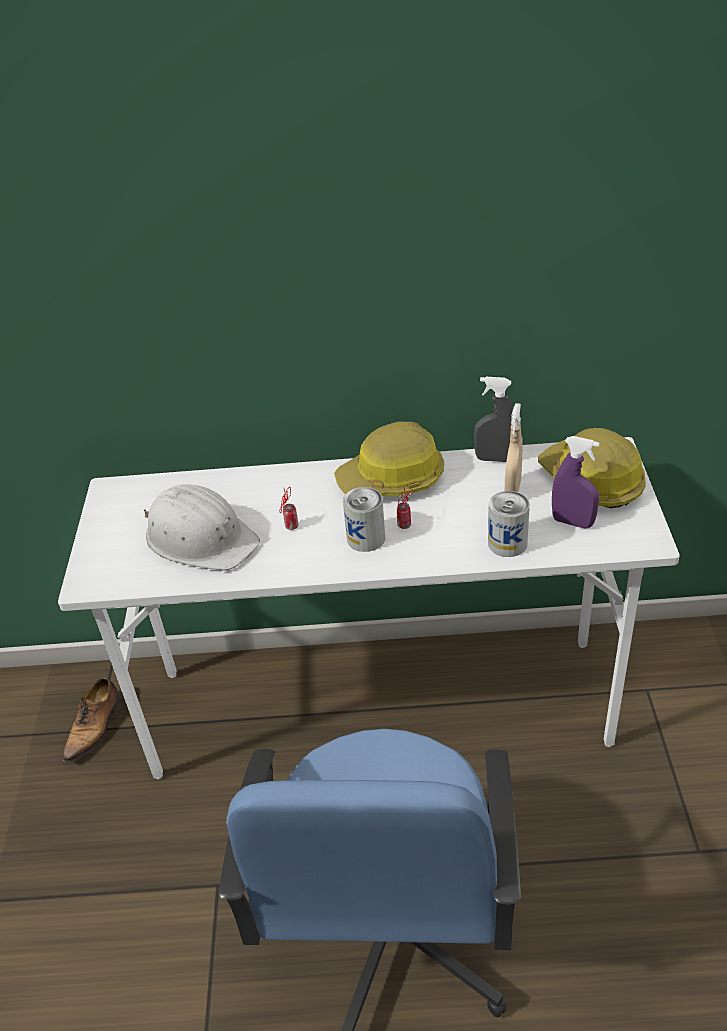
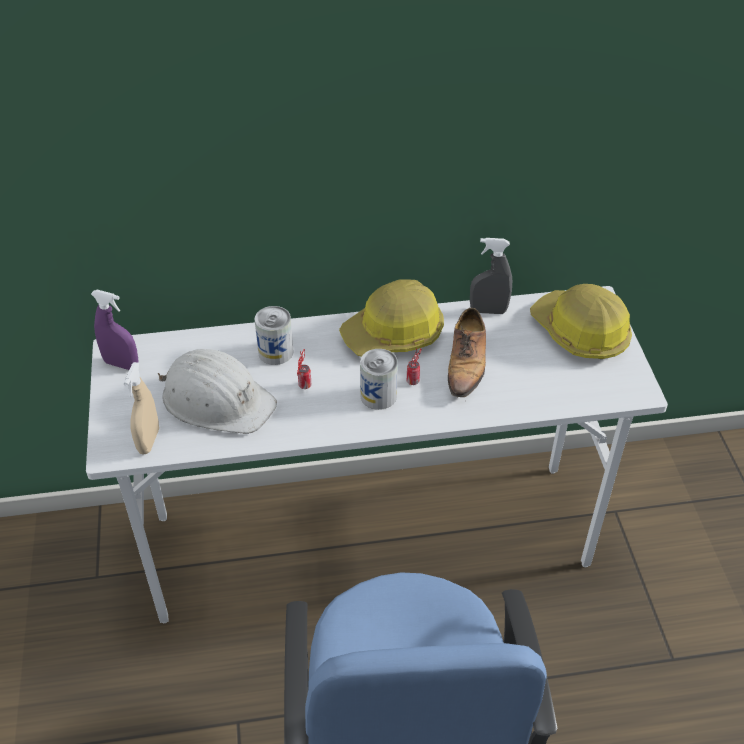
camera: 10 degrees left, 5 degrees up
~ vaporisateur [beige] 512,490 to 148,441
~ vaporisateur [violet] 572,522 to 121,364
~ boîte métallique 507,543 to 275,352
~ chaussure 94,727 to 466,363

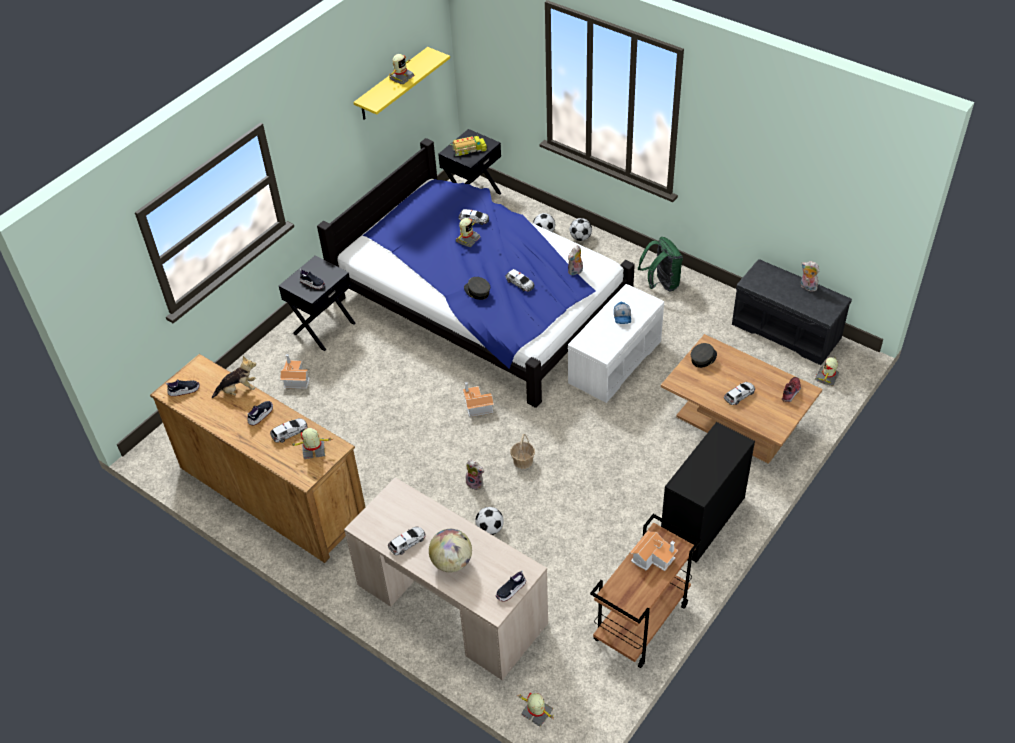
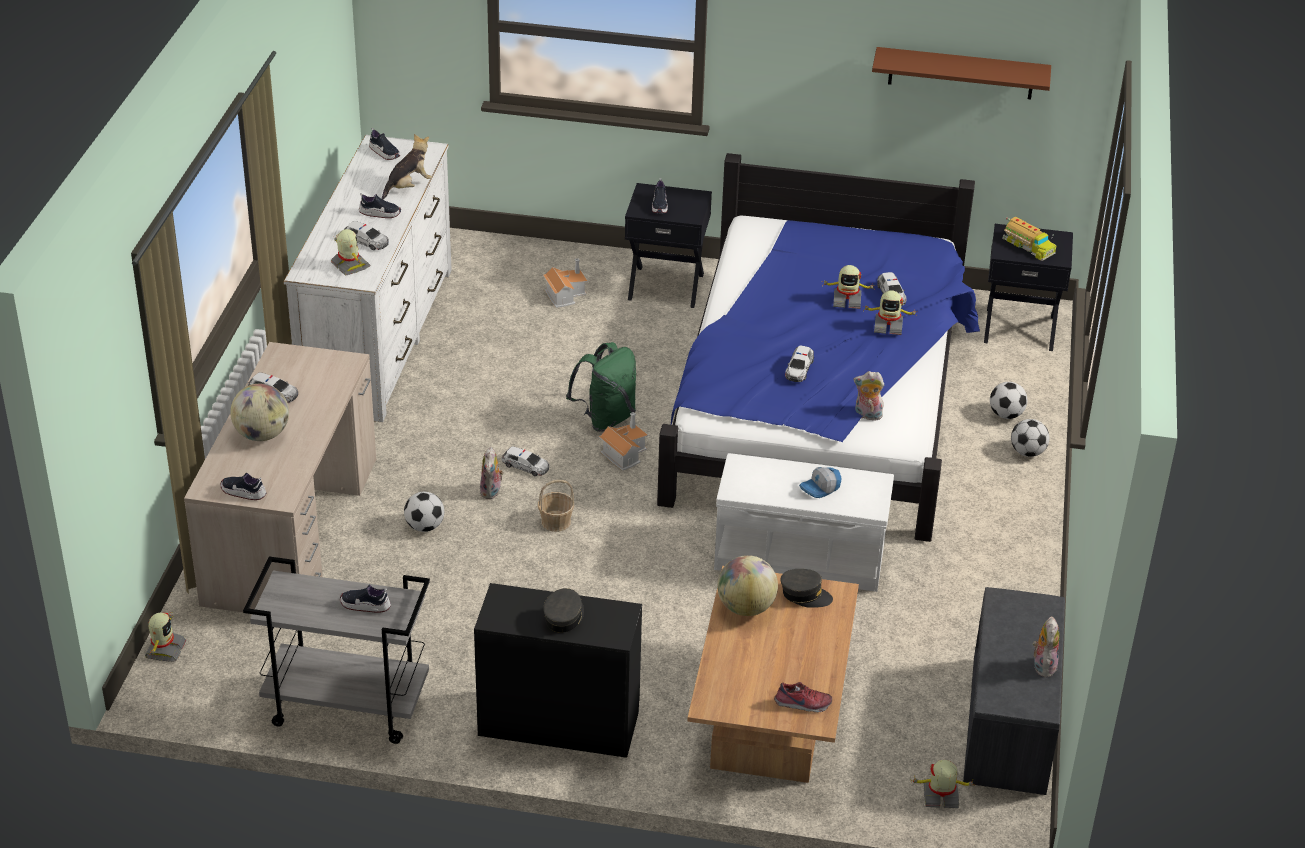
camera: 60 degrees right, 10 degrees down
~ étagère [jaune] 392,84 to étagère [marron] 961,73
~ robot jouet 401,77 to 888,326
~ sac à dos [vert] 661,284 to 605,418
~ casquette [gris] 477,292 to 564,616
~ commode [marron] 272,492 to commode [blanc] 378,337
~ peluche 238,390 = 408,187 90 degrees counterclockwise
~ petite voiture 739,395 to 526,466
~ chariot [marron] 641,624 to chariot [gris] 345,707
~ maison miniature 653,557 to chaussure 365,605
+ globe 746,607

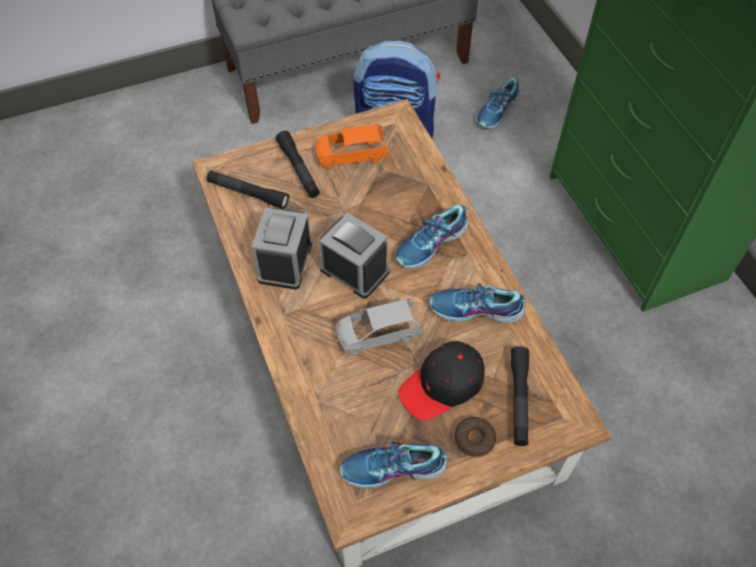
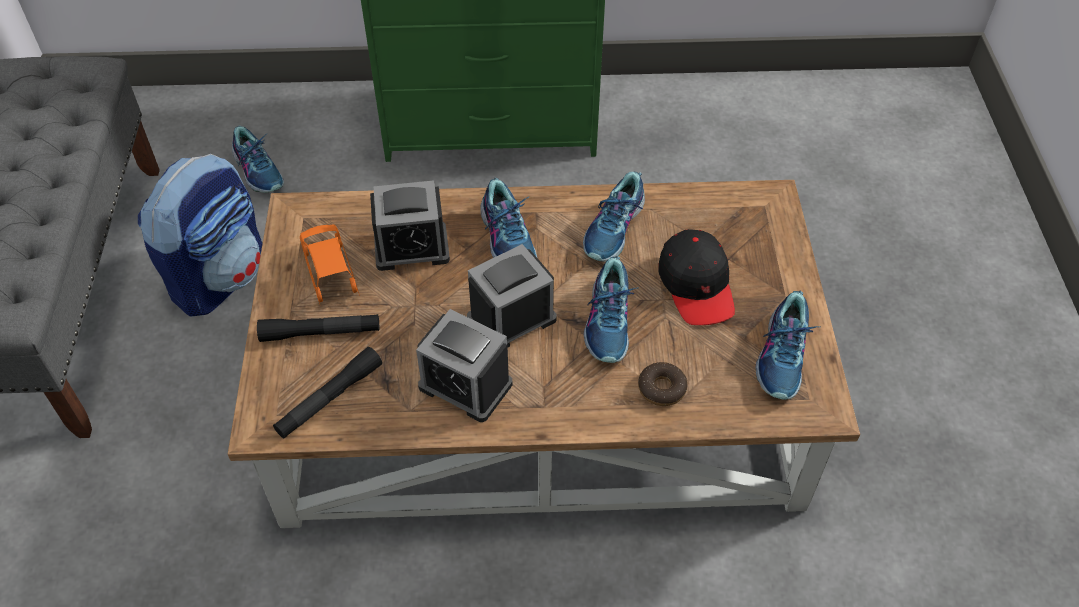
camera: 70 degrees left, 5 degrees down
~ petite voiture [orange] 351,155 = 330,272 150 degrees clockwise
~ petite voiture [gris] 378,333 to chaussure 609,322
- lampe de poche [noir] 519,399
~ beignet 474,439 to 661,388
+ réveil 411,247

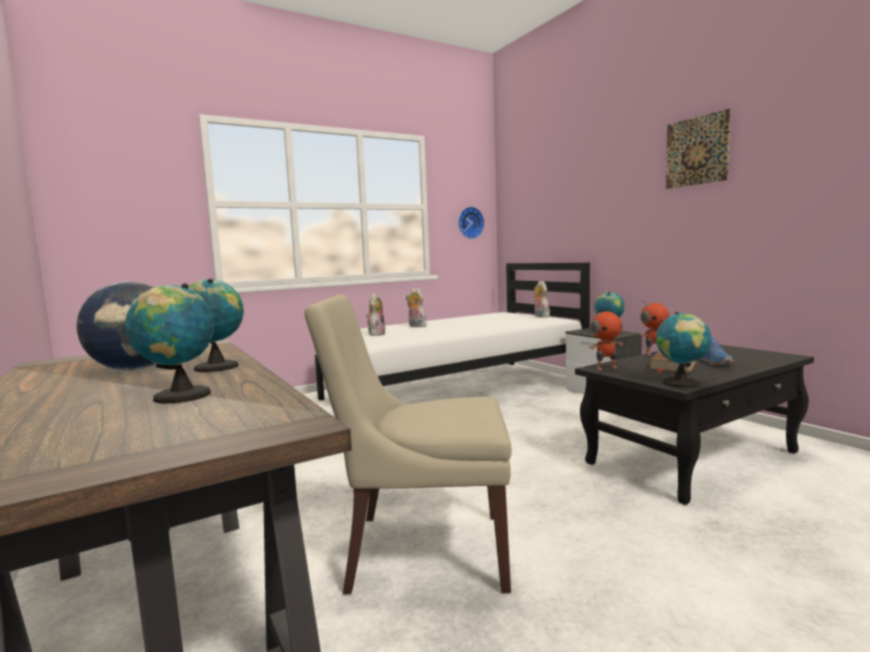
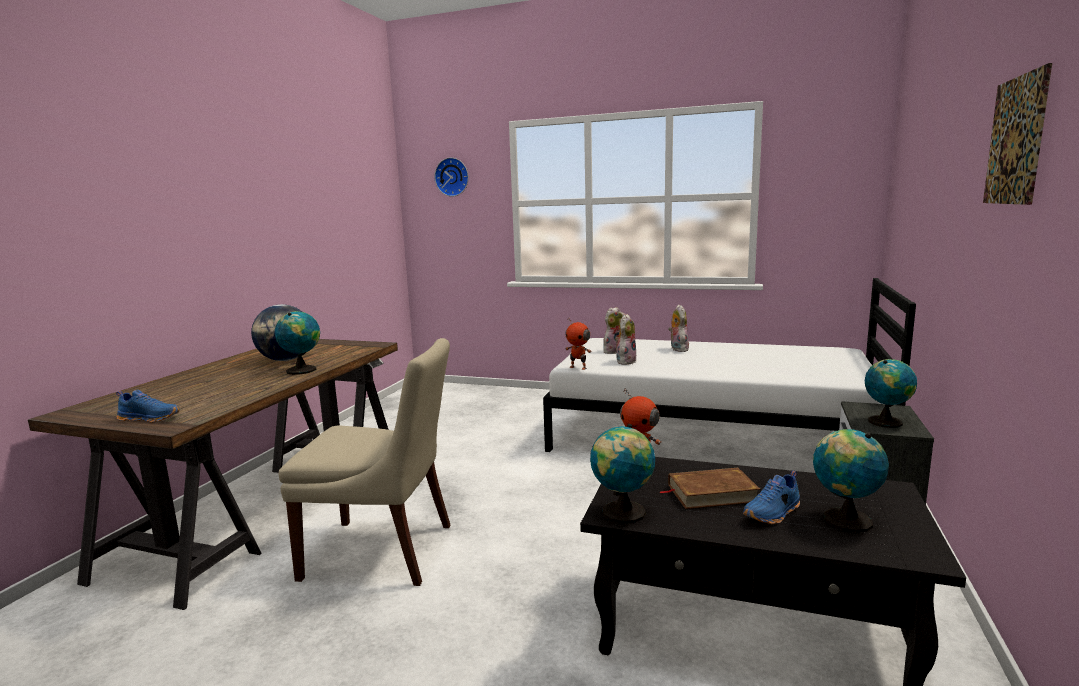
camera: 50 degrees right, 5 degrees up
~ horloge murale 469,223 to 452,177
~ peluche 540,316 to 625,361
~ globe 178,396 to 843,520
~ chaise [beige] 421,551 = 384,552 135 degrees clockwise
~ robot jouet 653,353 to 578,367
+ chaussure [bleu] 150,418

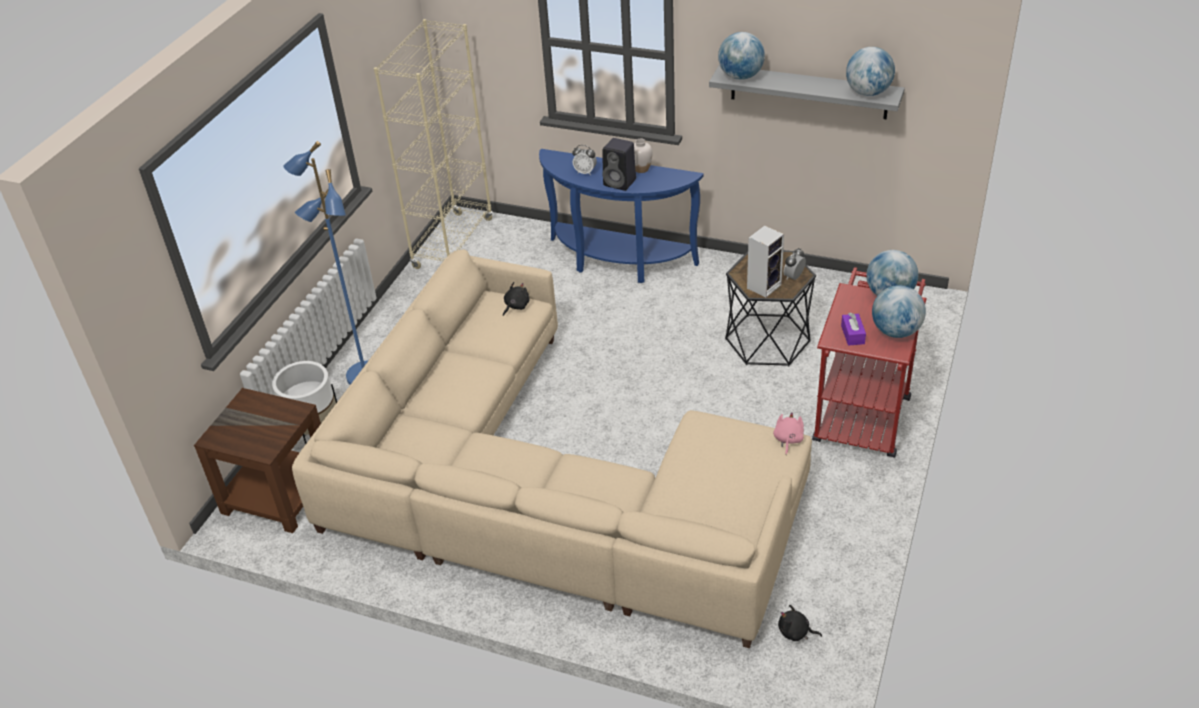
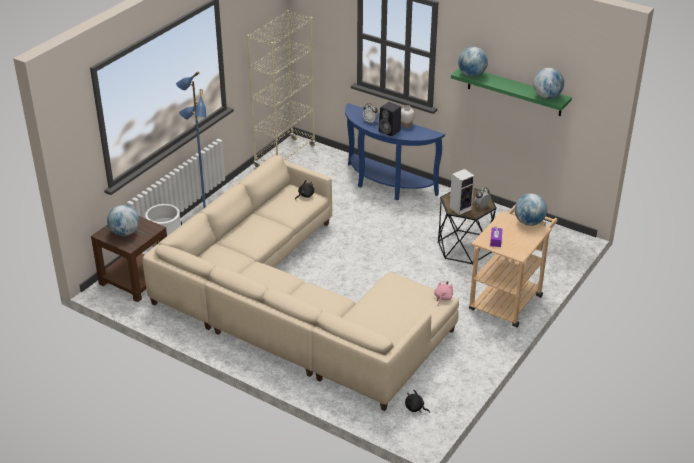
camera: 10 degrees right, 5 degrees down
~ étagère [gris] 808,92 to étagère [vert] 514,91
~ chariot [rouge] 863,411 to chariot [beige] 508,298
~ globe 895,331 to 125,233

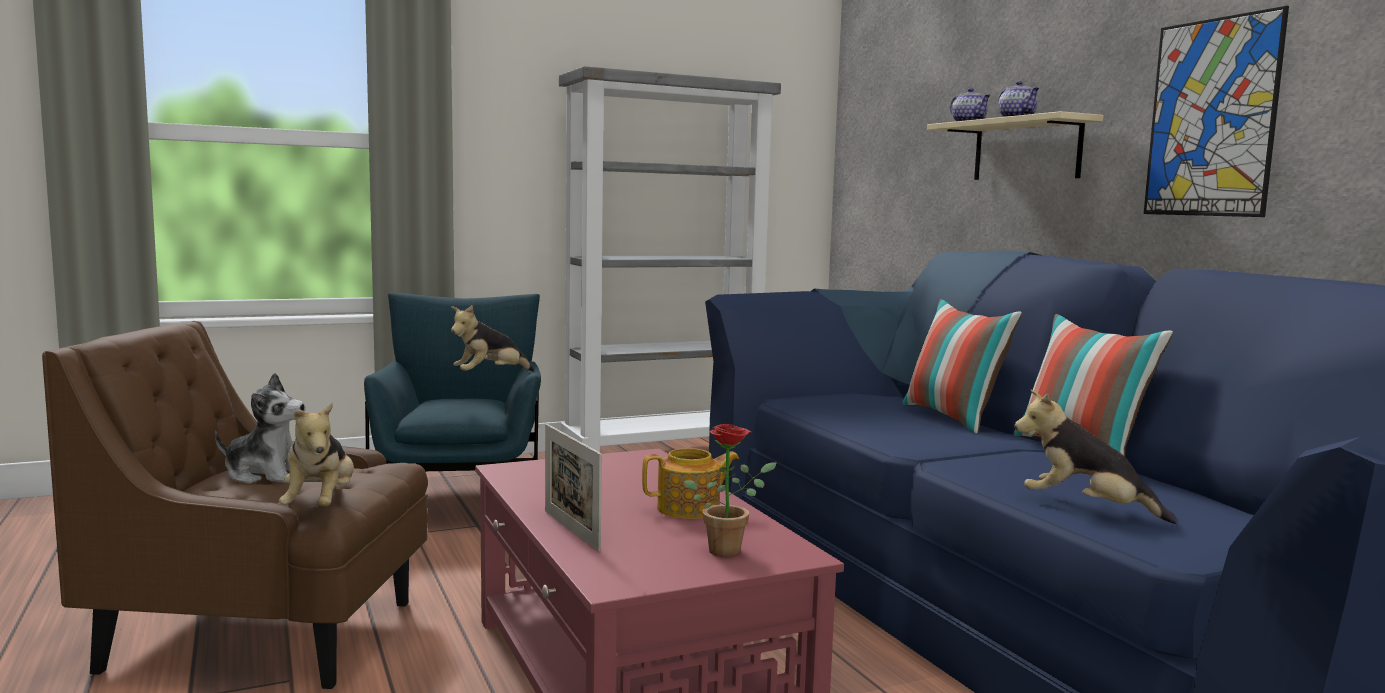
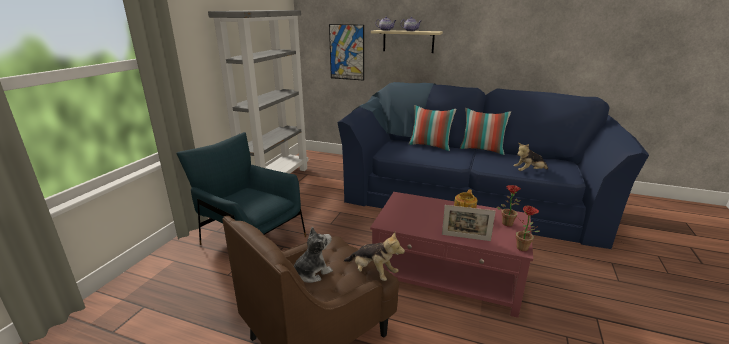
camera: 45 degrees left, 15 degrees up
~ tableau 1211,118 to 347,52
- peluche 490,375
+ plante en pot 524,249

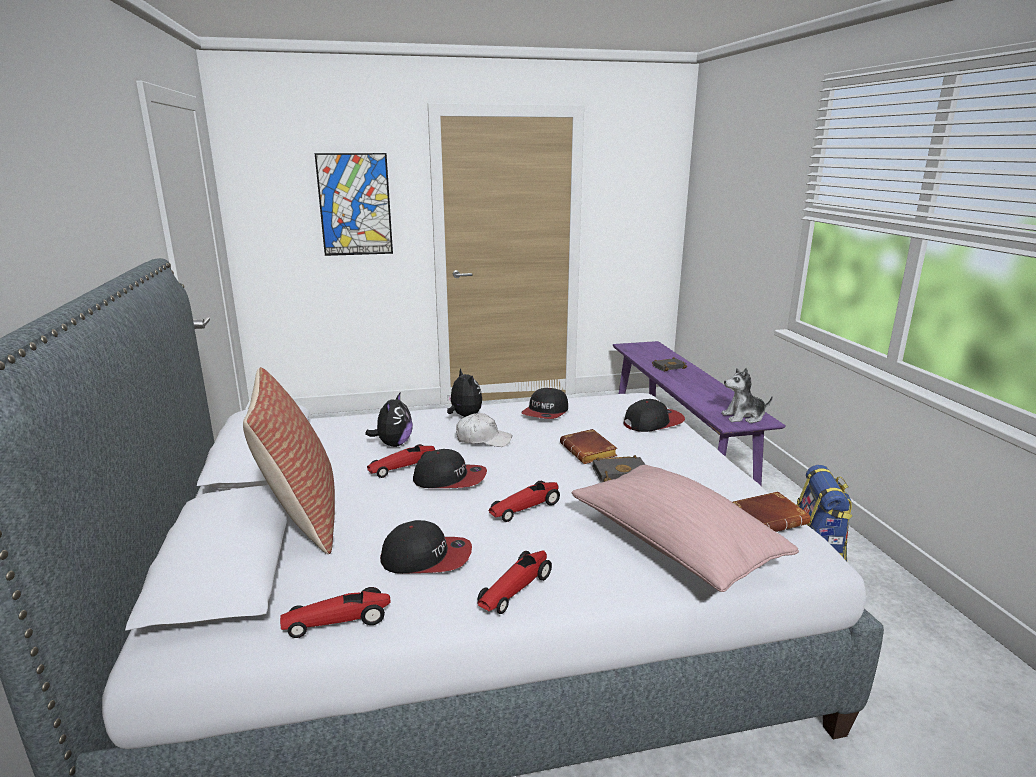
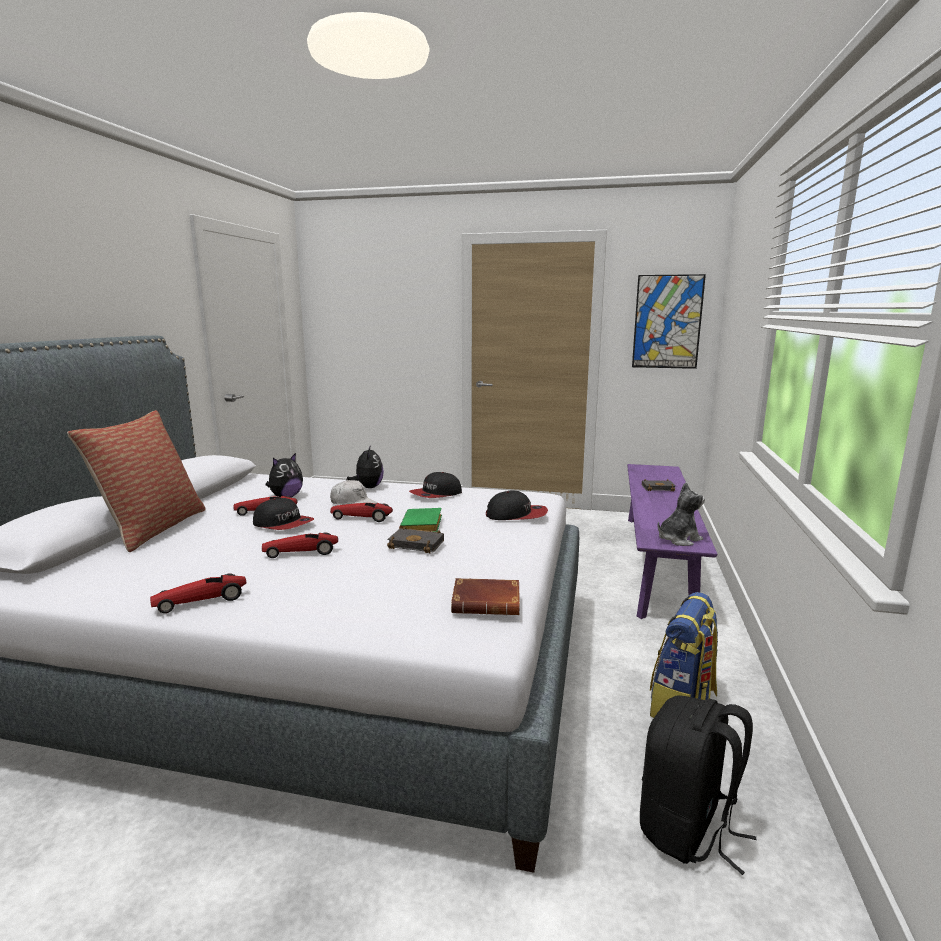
camera: 25 degrees right, 5 degrees down
~ tableau 355,205 to 667,322
~ peluche 744,417 = 678,539 135 degrees clockwise
~ livre [marron] 590,452 to livre [vert] 423,526
- coussin [rose] 673,545
- casquette 427,557
~ petite voiture 338,621 to 362,518
+ sac à dos [noir] 688,829

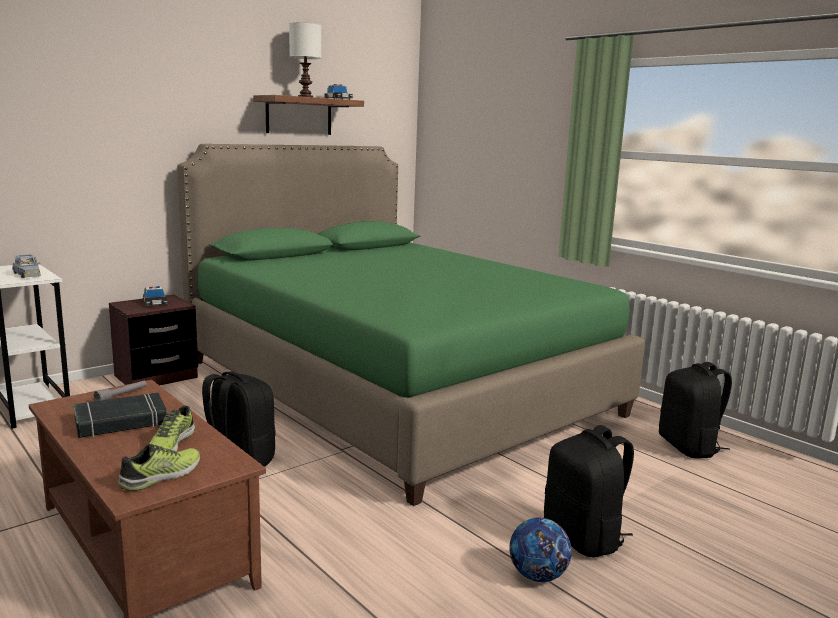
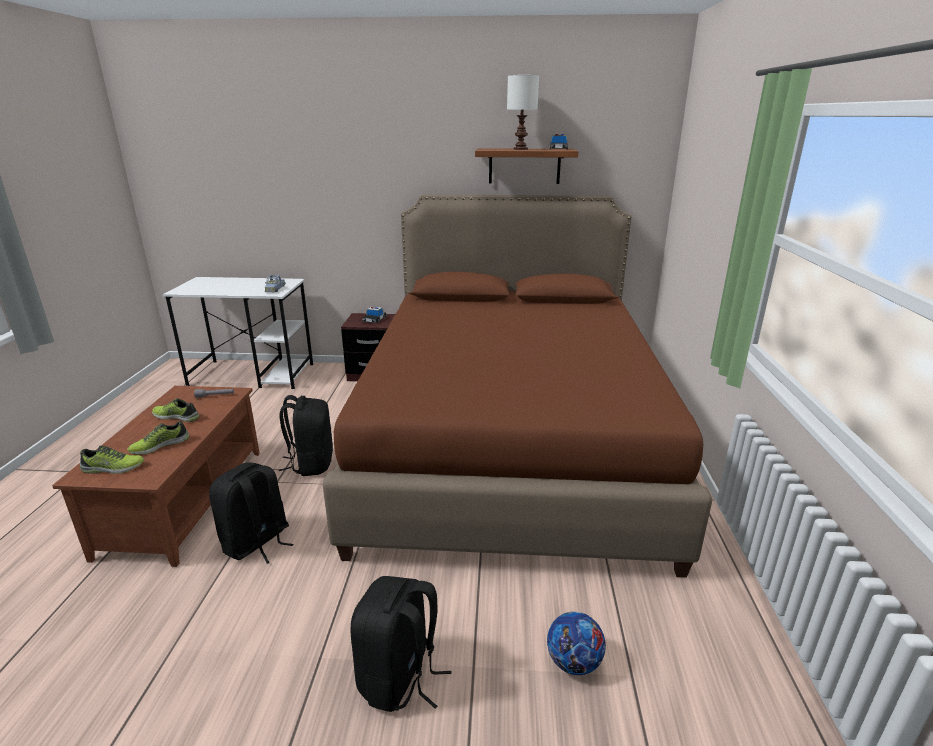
camera: 45 degrees right, 10 degrees up
~ lit [vert] 394,387 to lit [marron] 509,442
~ sac à dos [noir] 689,447 to 257,542
~ livre [noir] 121,422 to chaussure 177,416
~ ballon de foot 537,575 to 573,662

